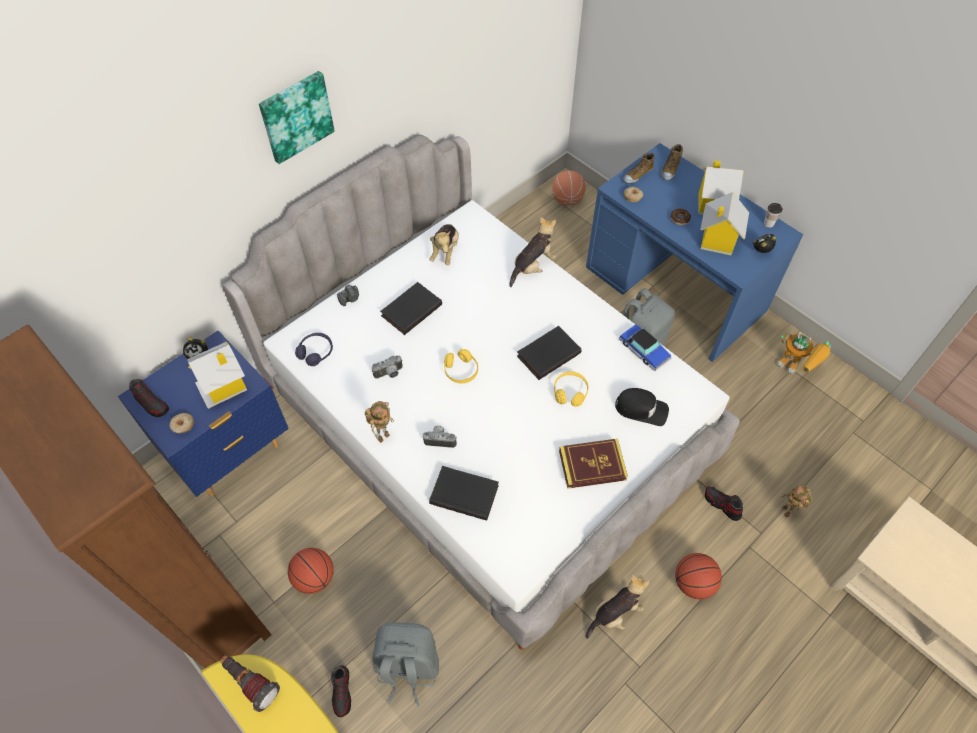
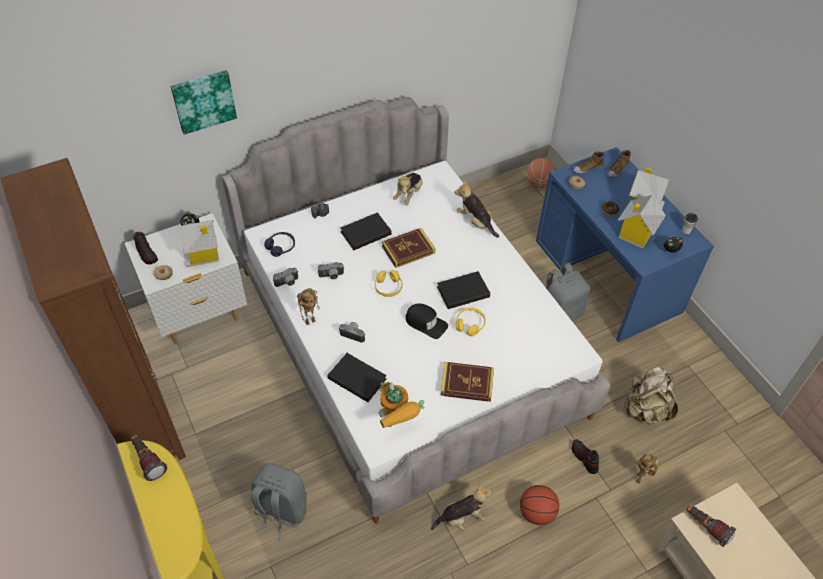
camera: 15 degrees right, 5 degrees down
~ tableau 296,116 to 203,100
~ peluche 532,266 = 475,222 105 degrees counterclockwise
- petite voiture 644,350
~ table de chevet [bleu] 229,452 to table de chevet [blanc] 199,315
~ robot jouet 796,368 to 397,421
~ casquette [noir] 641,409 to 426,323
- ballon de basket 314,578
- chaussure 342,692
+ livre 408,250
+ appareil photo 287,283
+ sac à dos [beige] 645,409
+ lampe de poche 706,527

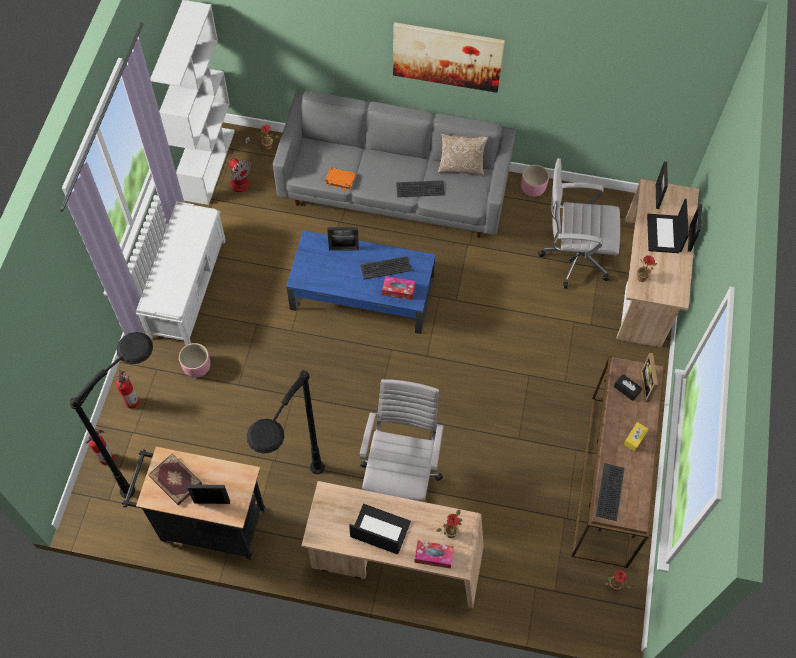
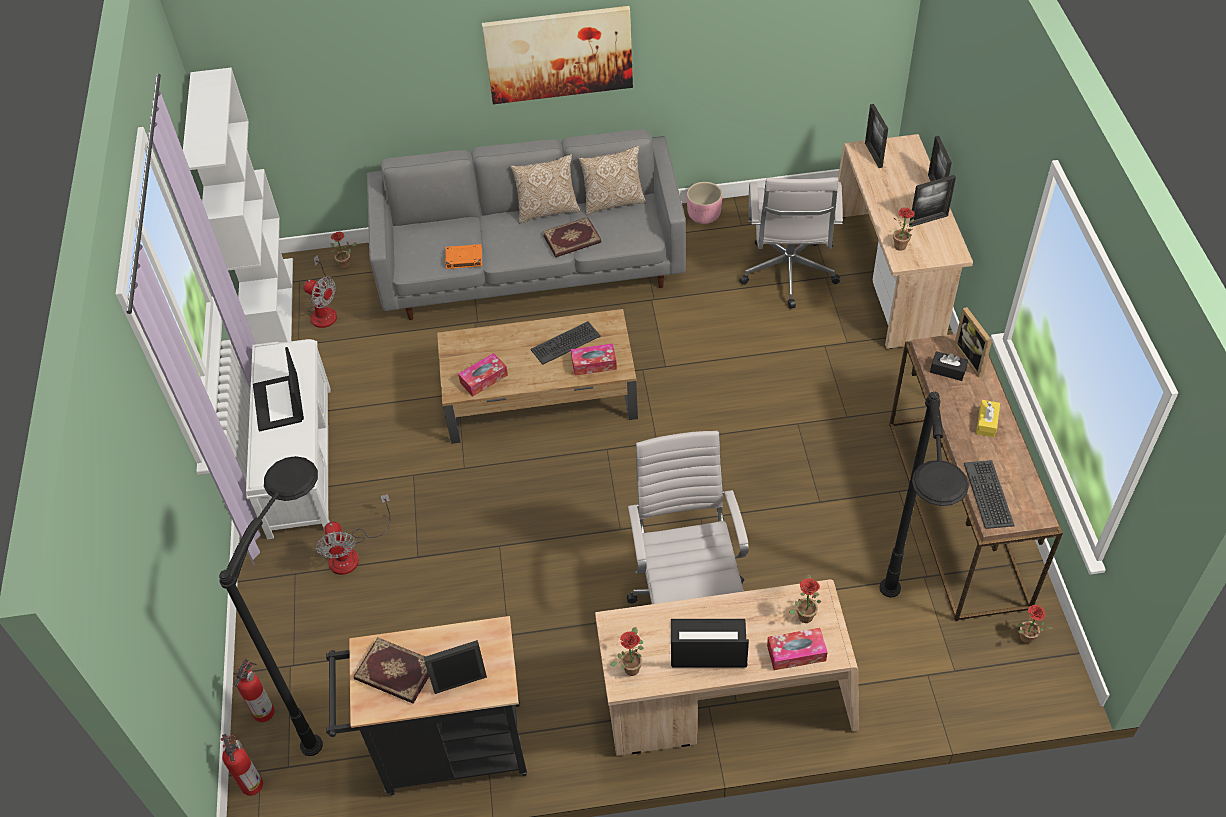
camera: 15 degrees left, 10 degrees down
~ chaise de bureau [blanc] 572,258 = 788,276 75 degrees counterclockwise
~ clavier 420,189 to livre 572,240
~ ordinateur portable 664,234 to 279,403
~ cadre photo 343,249 to 928,220
~ table basse [bleu] 363,293 to table basse [marron] 541,395
~ cache-pot [rose] 197,367 to ventilateur 352,553
~ extincteur 132,401 to 251,783
~ lampadaire [noir] 295,507 to 891,647
+ coussin 547,210
+ boîte à mouchoirs 484,379
+ plante en pot 631,666

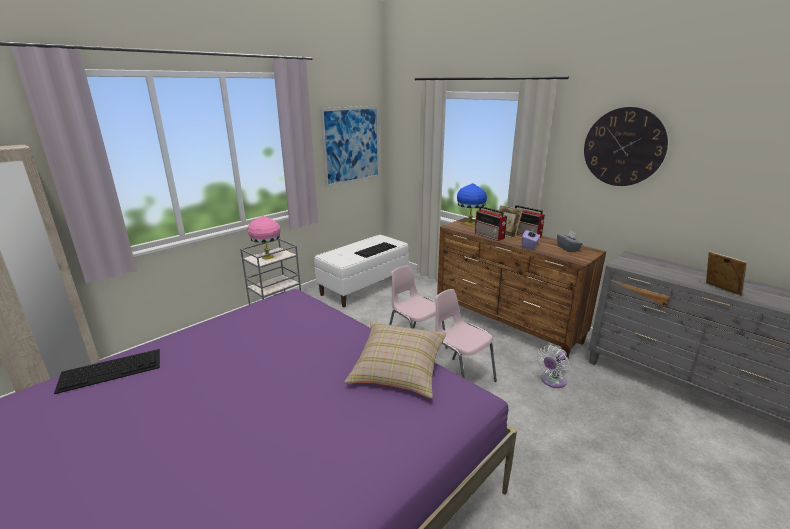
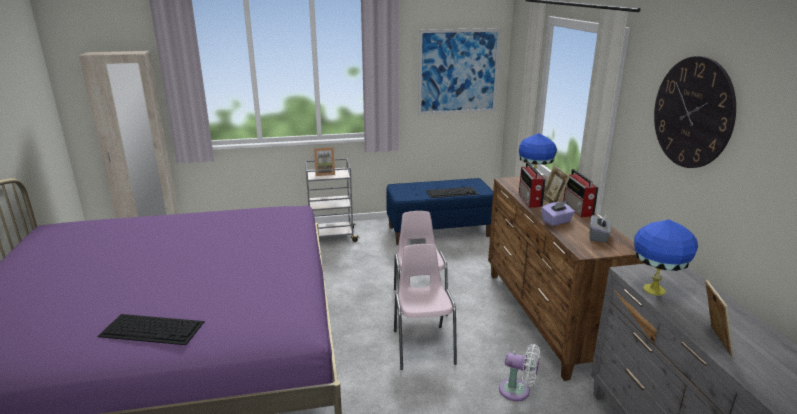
camera: 35 degrees right, 0 degrees up
~ lampe de table [rose] 267,257 to cadre photo 325,173
~ banc [blanc] 364,286 to banc [bleu] 439,231
- coussin [beige] 397,371
~ ventilateur [blanc] 552,381 = 518,391 150 degrees counterclockwise
~ clavier 112,369 to 153,329
+ lampe de table [bleu] 655,290

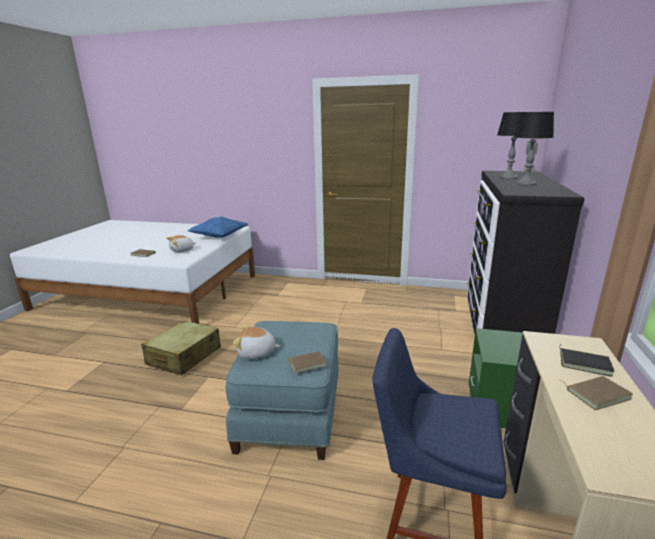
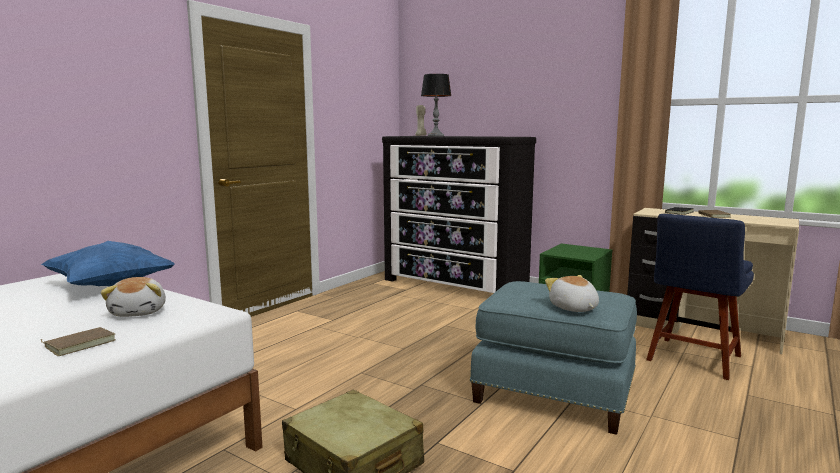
camera: 70 degrees left, 10 degrees down
- lampe de table 526,184
~ peluche 256,353 = 573,308 135 degrees clockwise
- livre [marron] 307,363

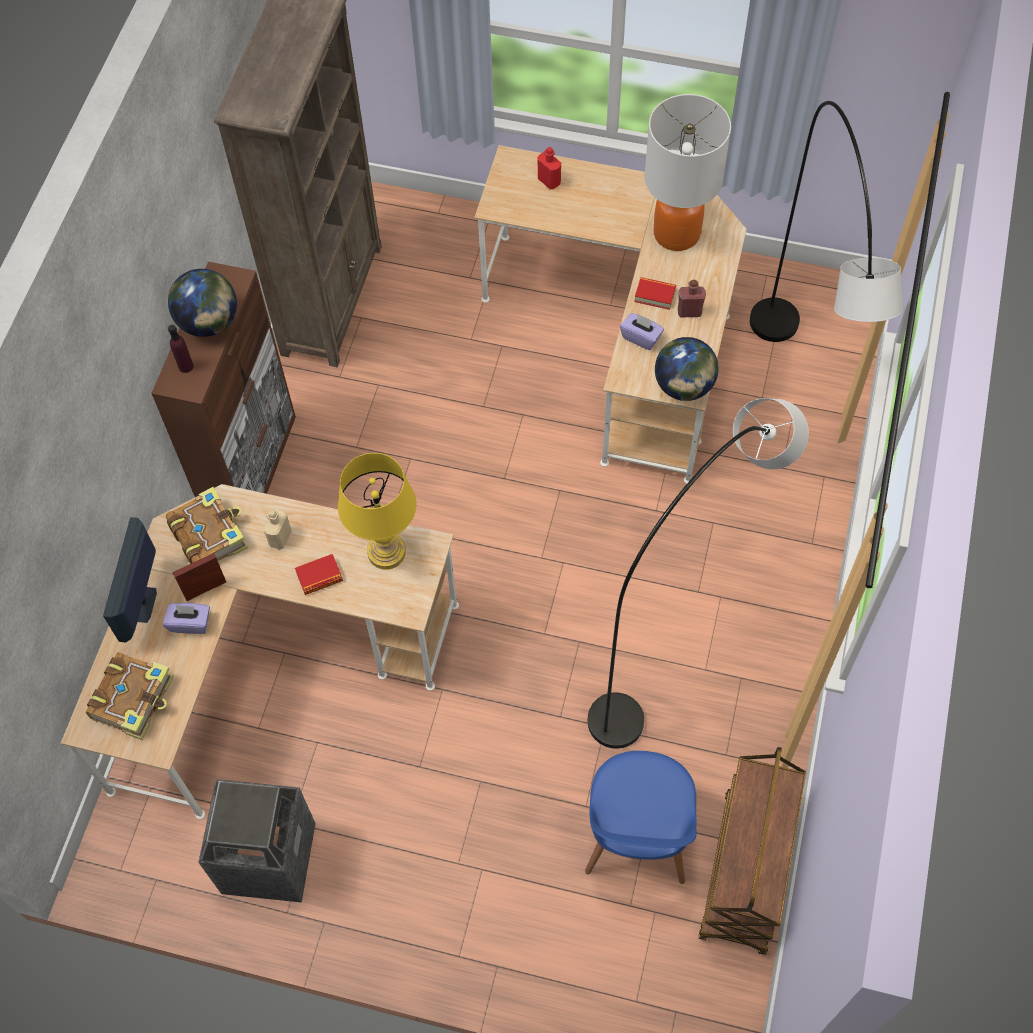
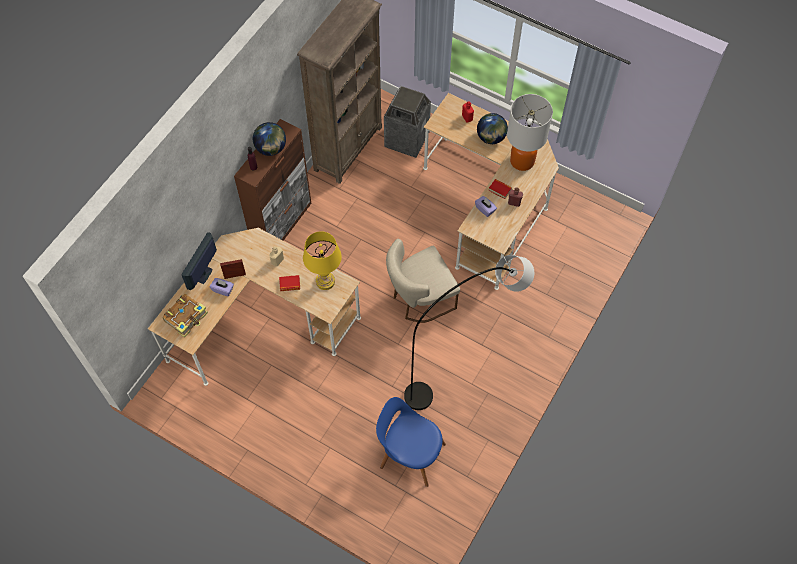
camera: 15 degrees right, 0 degrees up
- lampadaire [gris] 796,399
~ globe 684,386 to 491,138
- livre 209,534
- chariot [marron] 745,874
~ chaise [bleu] 637,836 = 410,454 90 degrees clockwise
~ poubelle 268,859 to 406,140
+ chaise [beige] 419,299

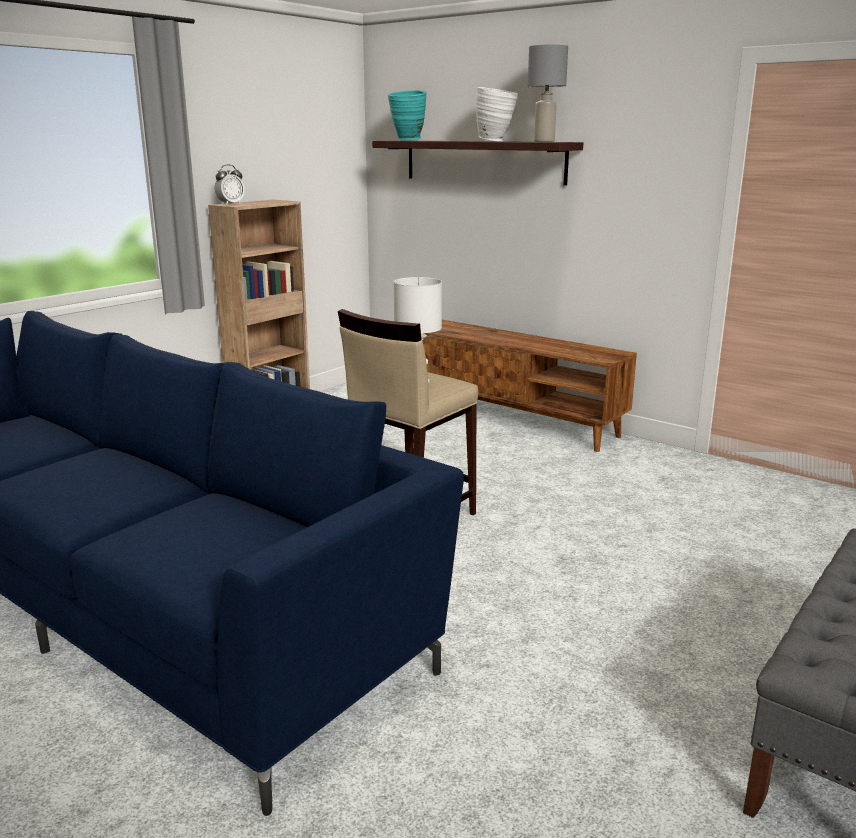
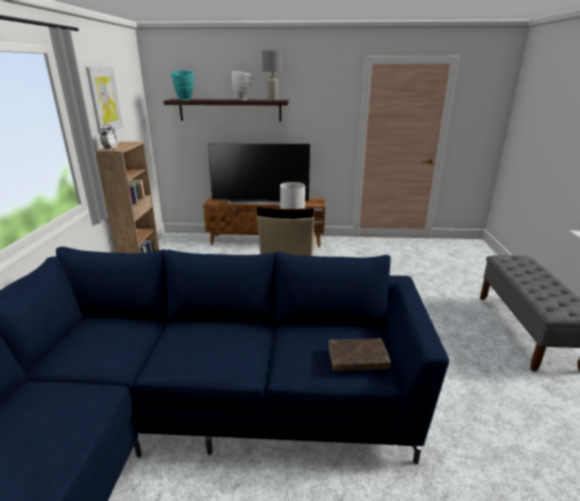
camera: 35 degrees left, 5 degrees up
+ tableau 104,99
+ téléviseur 260,201
+ livre [marron] 357,360

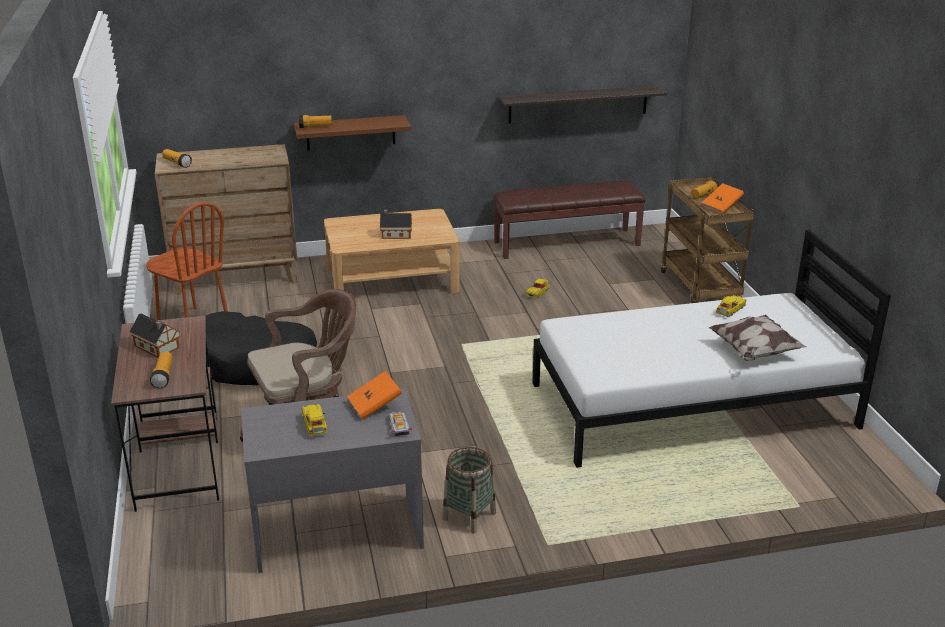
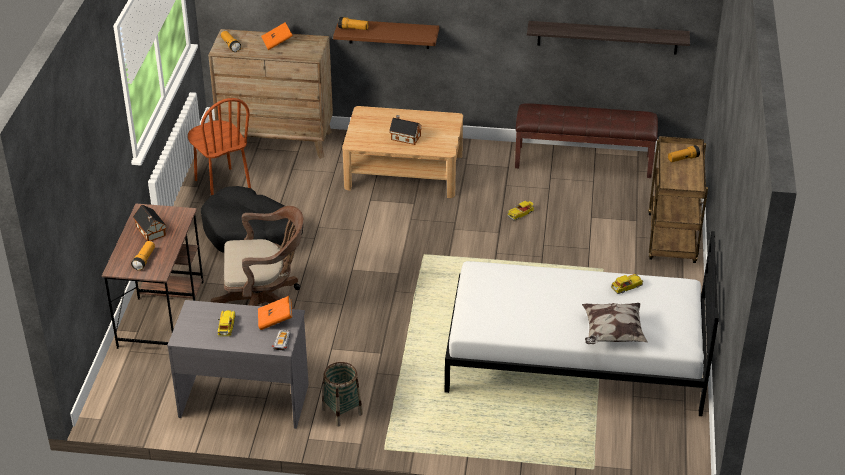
camera: 20 degrees right, 10 degrees up
~ livre [orange] 721,207 to 277,43

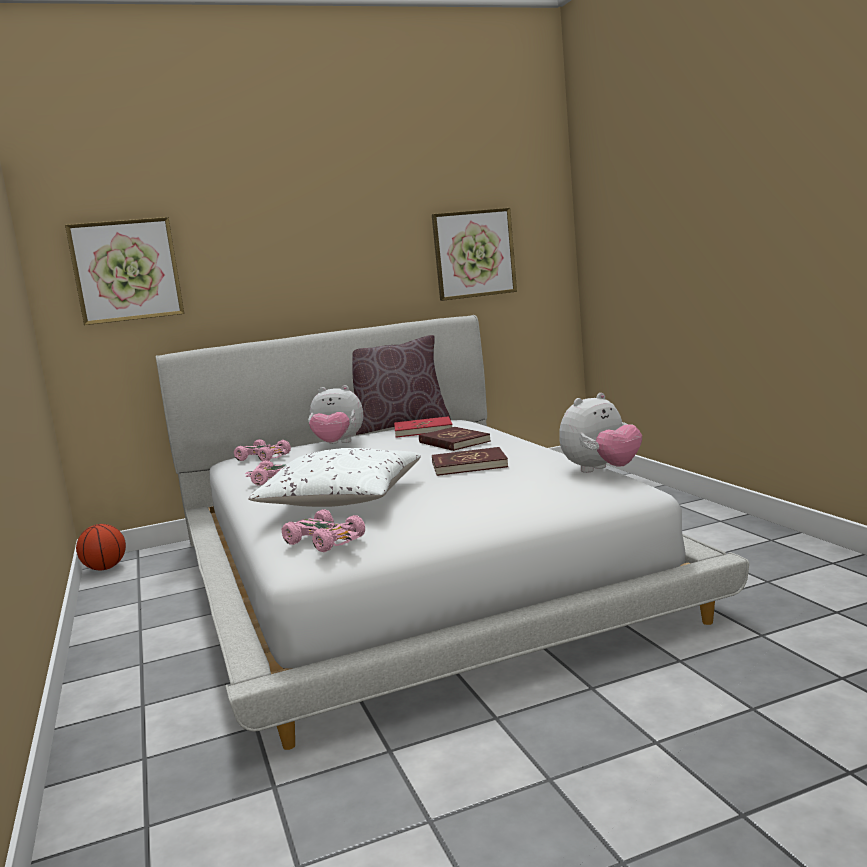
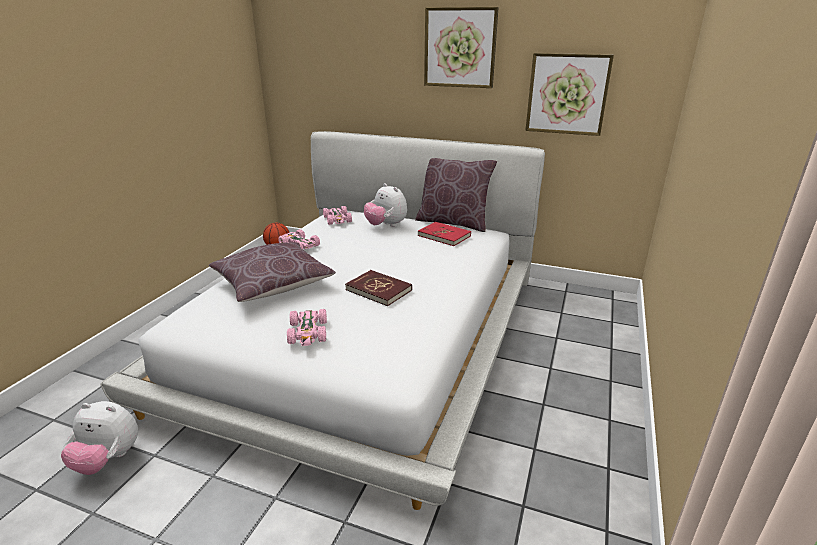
camera: 40 degrees right, 15 degrees up
~ tableau 126,270 to 460,48
~ peluche 601,471 to 108,459
- livre [rouge] 454,442
~ coussin [blanc] 343,500 to coussin [marron] 273,284
~ petite voiture [rose] 326,540 to 308,333

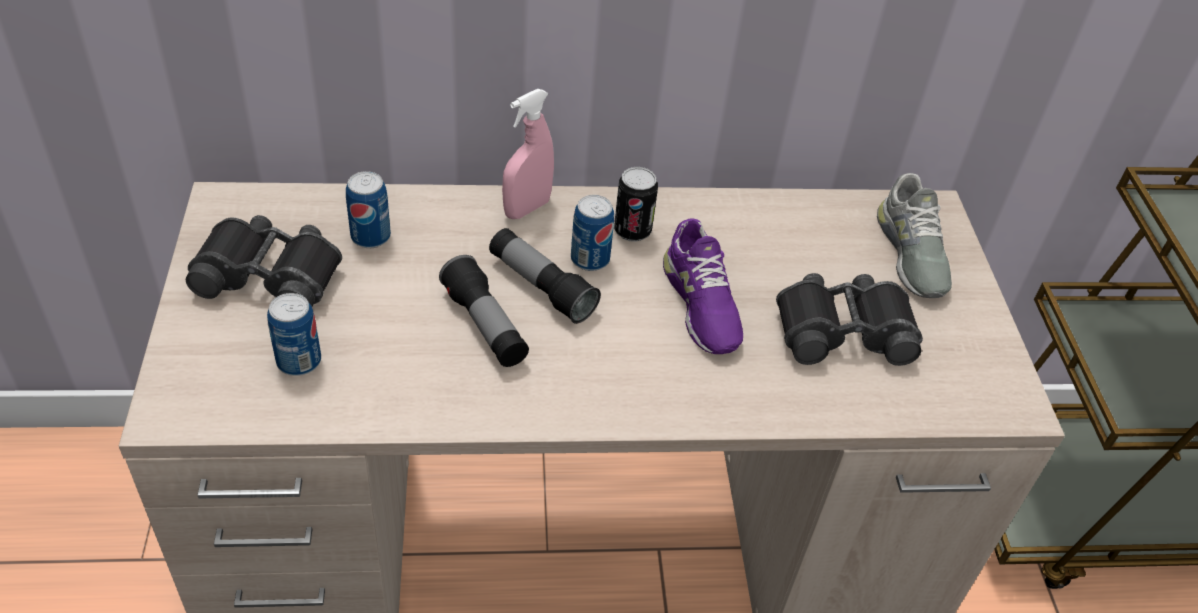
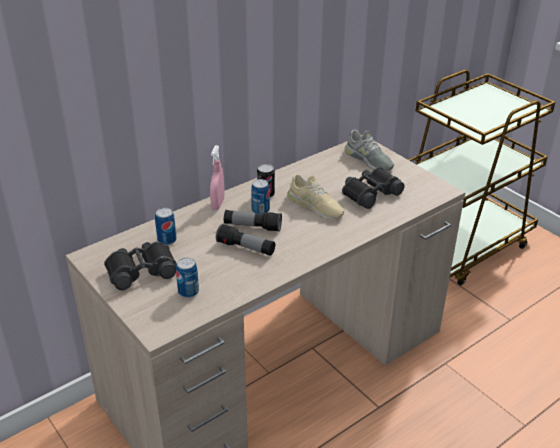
camera: 30 degrees left, 10 degrees down
~ chaussure [violet] 700,303 to chaussure [beige] 315,206

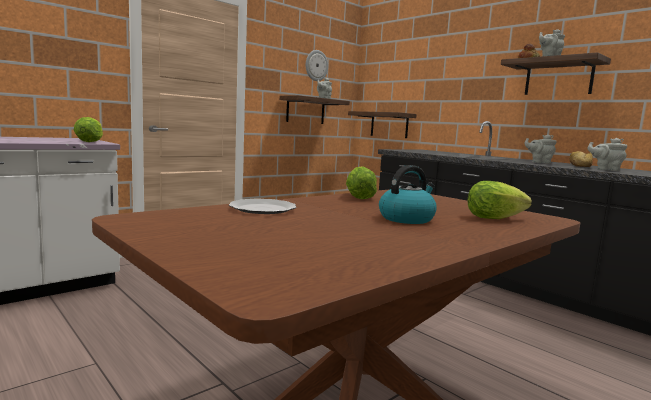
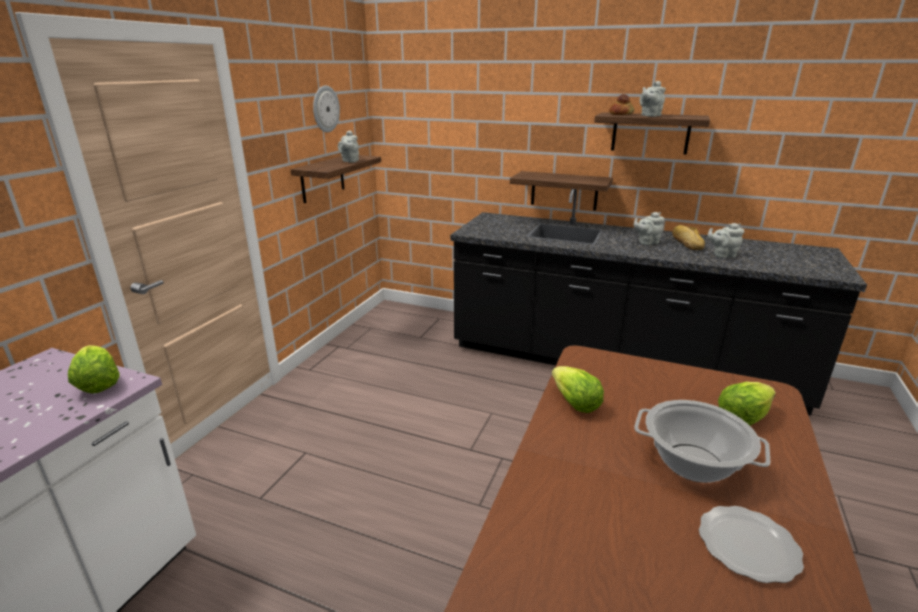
camera: 25 degrees left, 15 degrees up
~ étagère 389,125 to 564,190
~ bouilloire 406,218 to marmite 692,463
~ assiette 263,209 to 747,544

